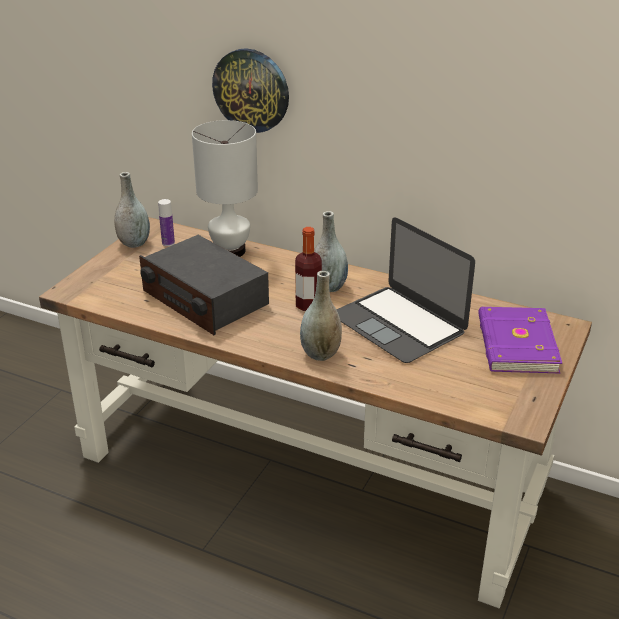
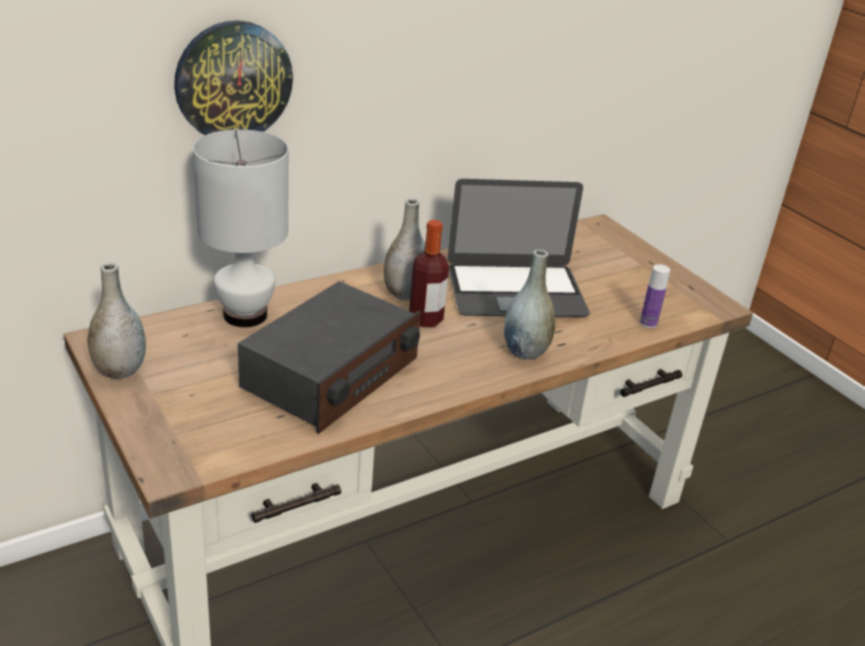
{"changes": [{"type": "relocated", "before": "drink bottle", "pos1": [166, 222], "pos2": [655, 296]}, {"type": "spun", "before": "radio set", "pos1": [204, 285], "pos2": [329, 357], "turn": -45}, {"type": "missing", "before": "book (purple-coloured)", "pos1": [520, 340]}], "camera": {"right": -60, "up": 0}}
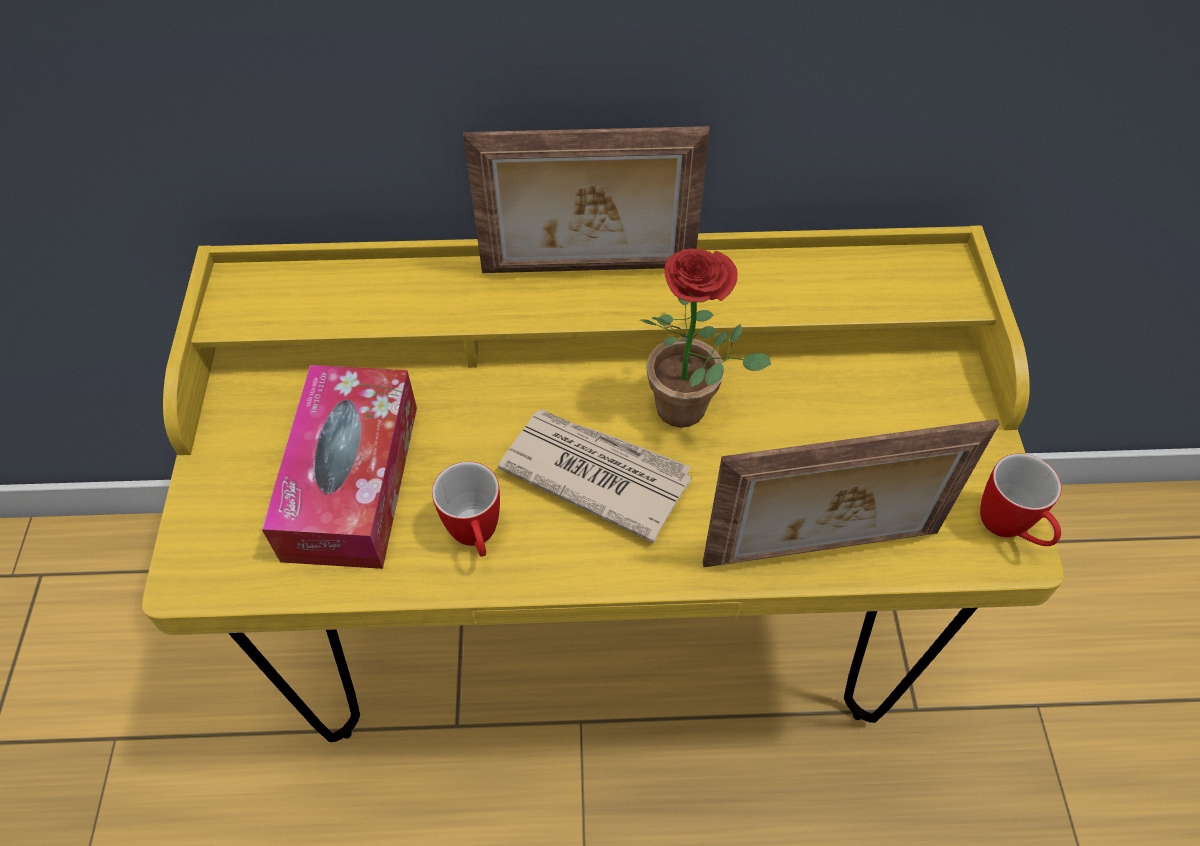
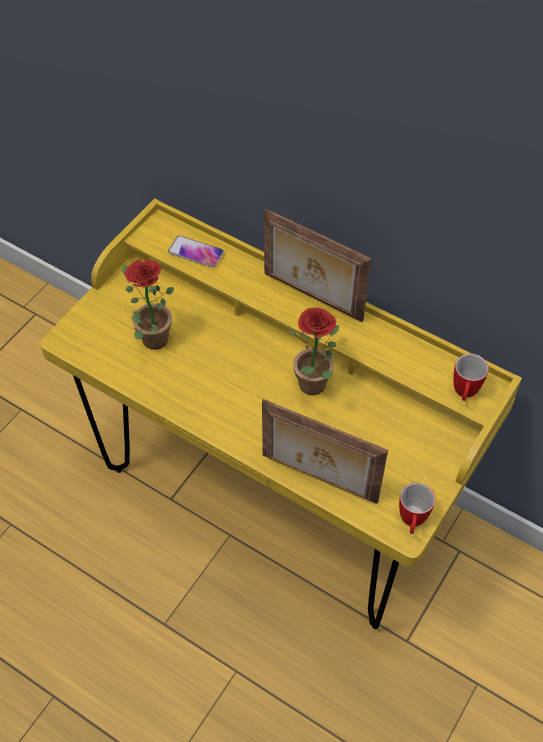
{"changes": [{"type": "exchanged", "before": "box of tissues", "after": "houseplant", "pos1": [339, 467], "pos2": [148, 304]}, {"type": "missing", "before": "printed paper", "pos1": [595, 476]}, {"type": "relocated", "before": "mug", "pos1": [466, 509], "pos2": [471, 377]}, {"type": "appeared", "after": "phone", "pos2": [196, 252]}], "camera": {"right": 35, "up": 0}}
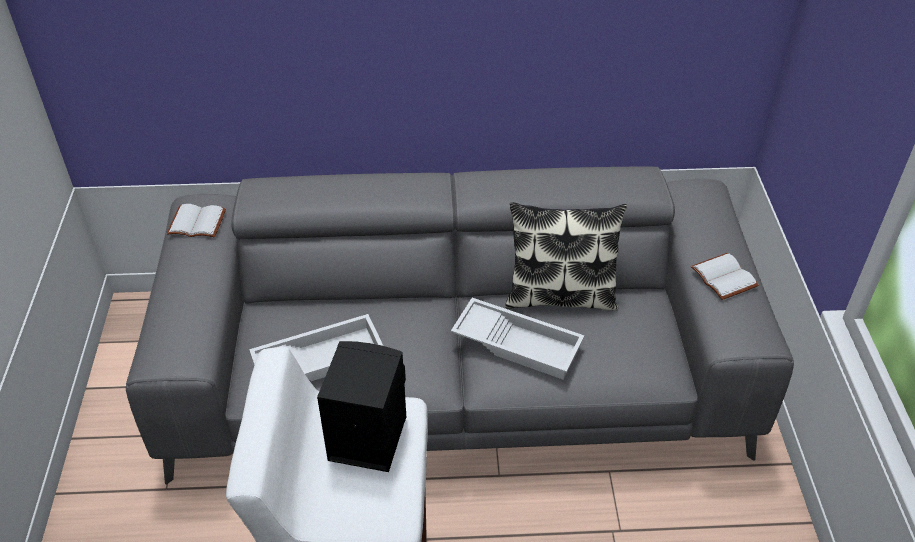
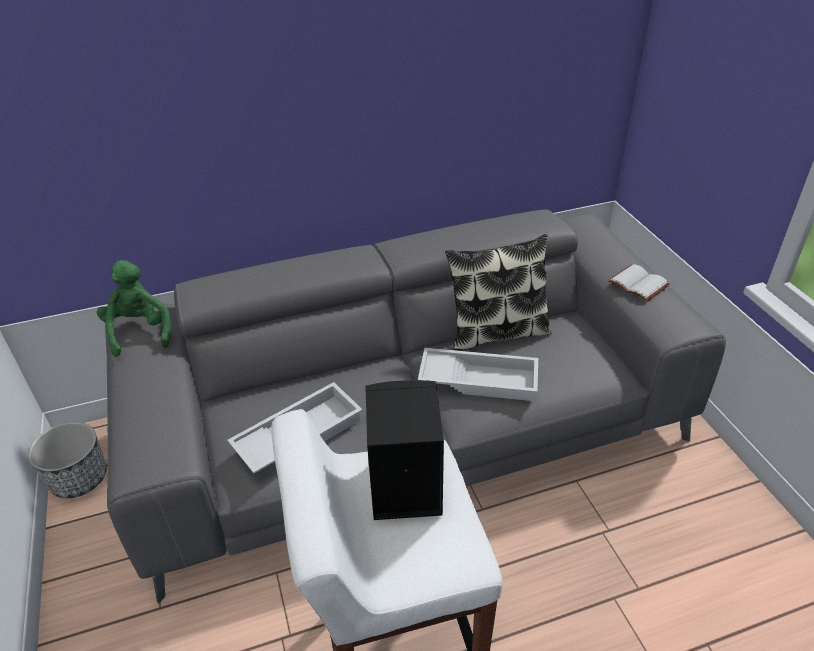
{"changes": [{"type": "exchanged", "before": "book (white)", "after": "plush toy (greenish)", "pos1": [196, 221], "pos2": [134, 308]}, {"type": "appeared", "after": "flower pot", "pos2": [67, 460]}], "camera": {"right": -15, "up": -5}}
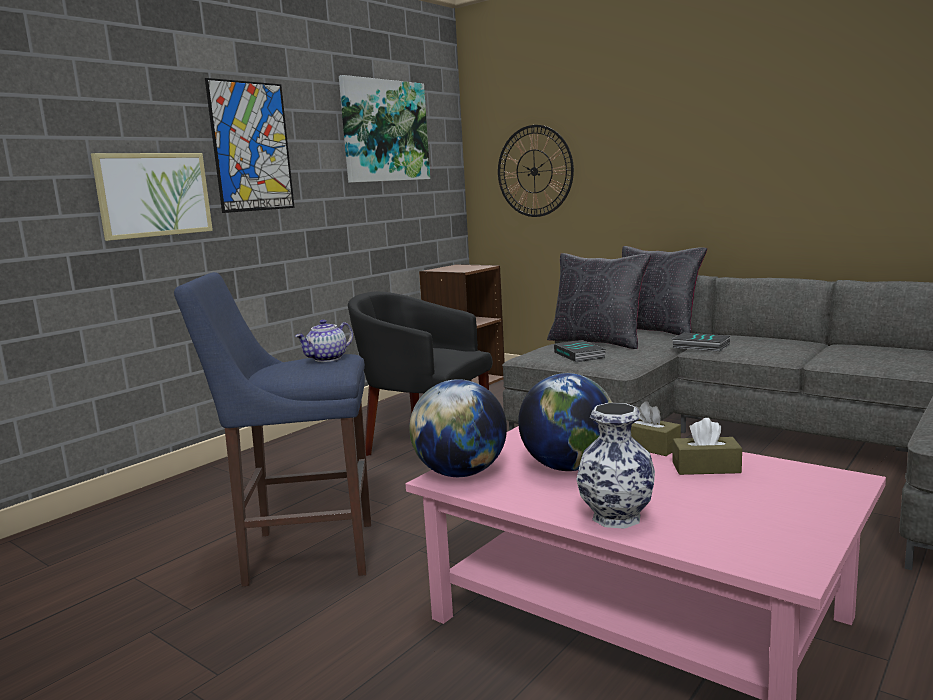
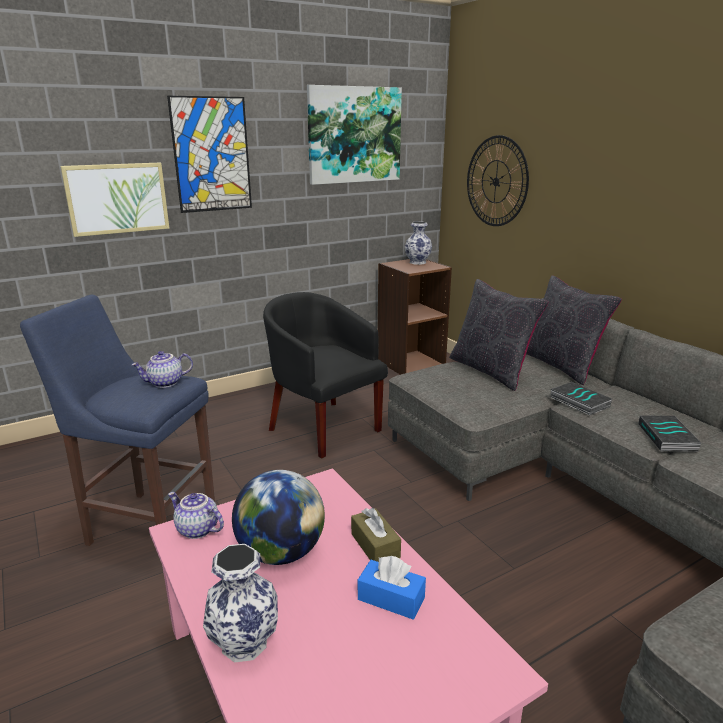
{"changes": [{"type": "relocated", "before": "book", "pos1": [579, 351], "pos2": [669, 433]}, {"type": "exchanged", "before": "world globe", "after": "tea pot", "pos1": [458, 428], "pos2": [196, 515]}, {"type": "colour", "before": "box of tissues (brown-coloured)", "after": "box of tissues (blue)", "pos1": [707, 446], "pos2": [392, 588]}, {"type": "appeared", "after": "vase", "pos2": [418, 243]}], "camera": {"right": 20, "up": 10}}
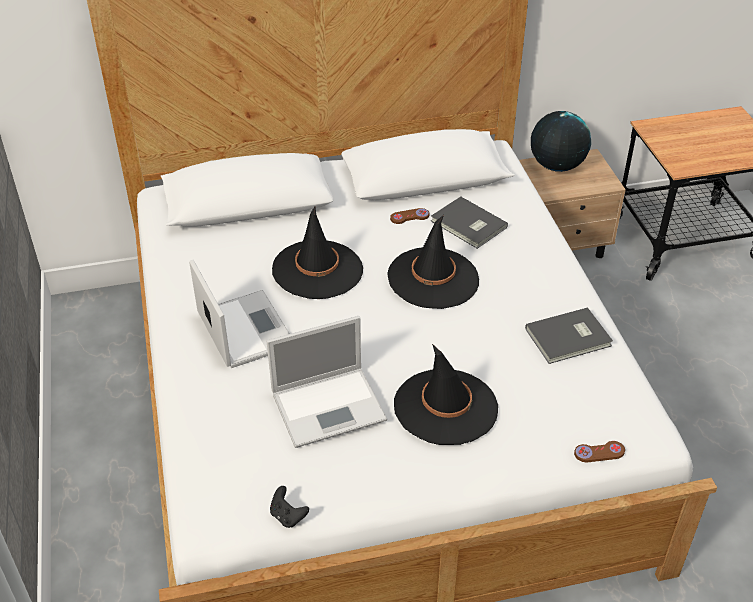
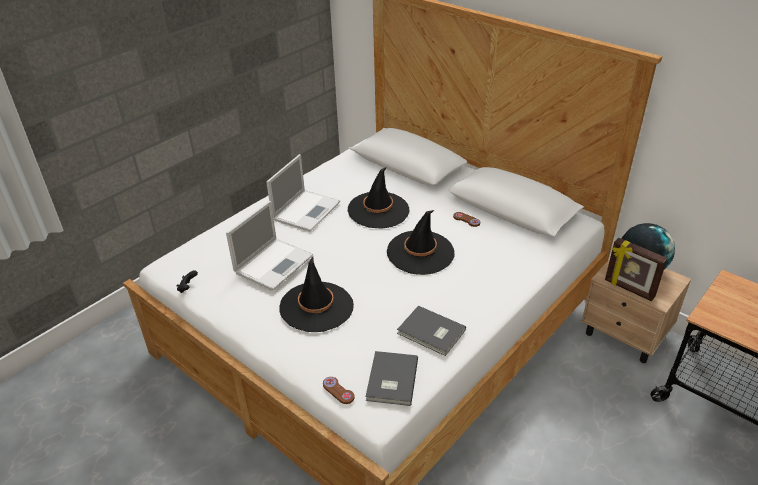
{"changes": [{"type": "relocated", "before": "book (grey)", "pos1": [469, 222], "pos2": [391, 378]}, {"type": "spun", "before": "portable computer", "pos1": [327, 382], "pos2": [269, 246], "turn": -90}, {"type": "appeared", "after": "standing frame", "pos2": [636, 269]}], "camera": {"right": 55, "up": -5}}
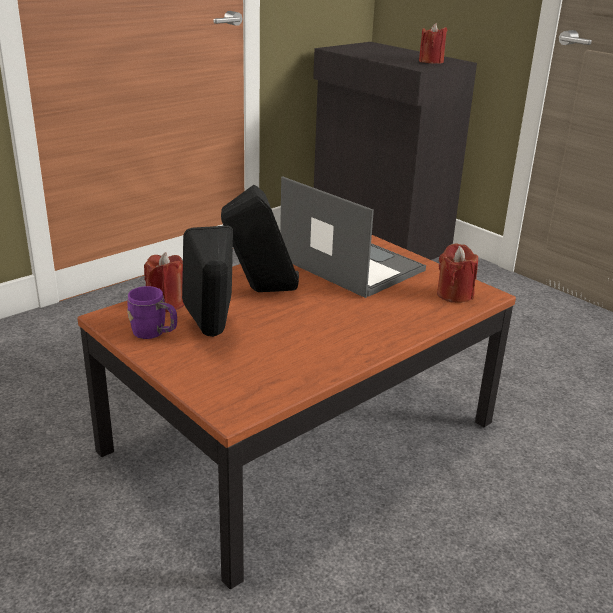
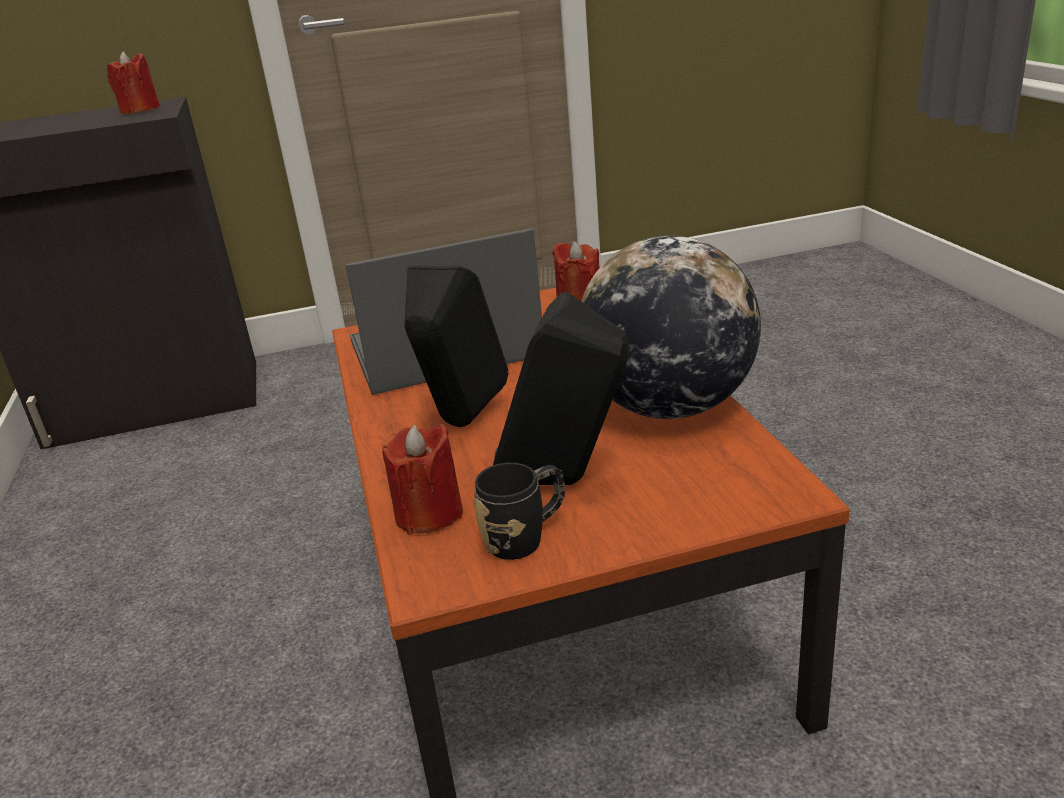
{"changes": [{"type": "colour", "before": "mug (purple-coloured)", "after": "mug (black-coloured)", "pos1": [152, 312], "pos2": [519, 511]}, {"type": "appeared", "after": "world globe", "pos2": [671, 327]}], "camera": {"right": -60, "up": 0}}
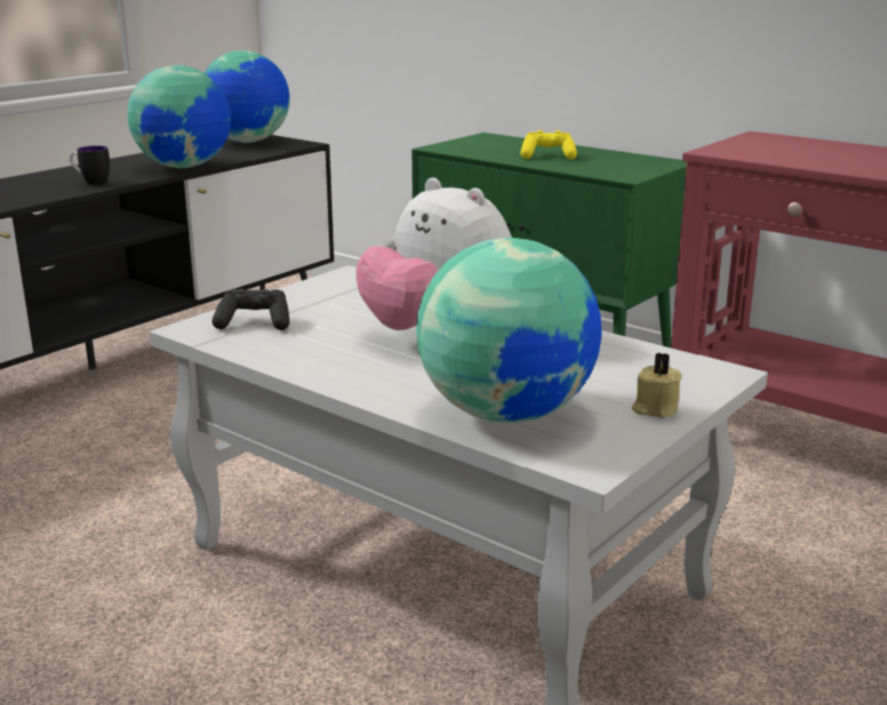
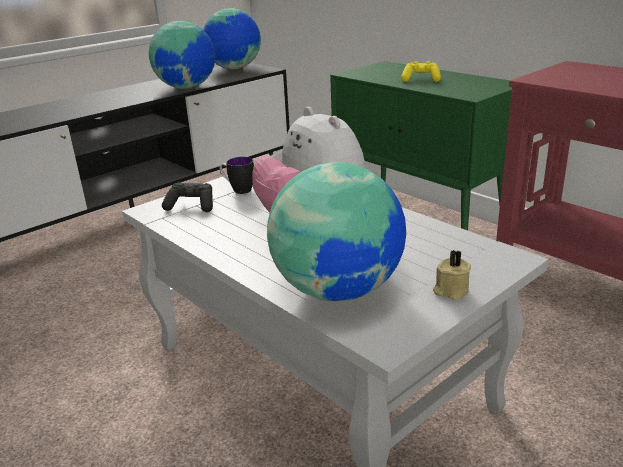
{"changes": [{"type": "relocated", "before": "mug", "pos1": [90, 165], "pos2": [236, 175]}], "camera": {"right": 10, "up": 5}}
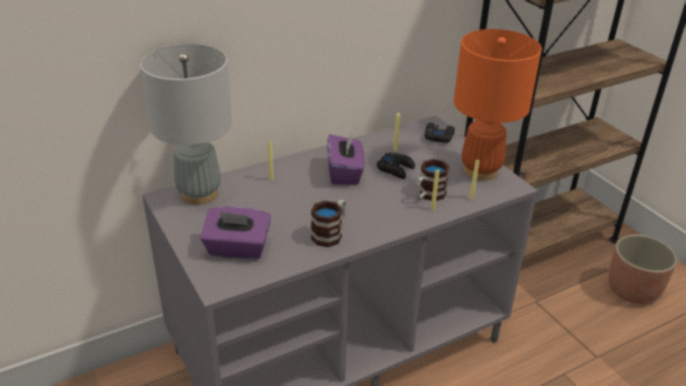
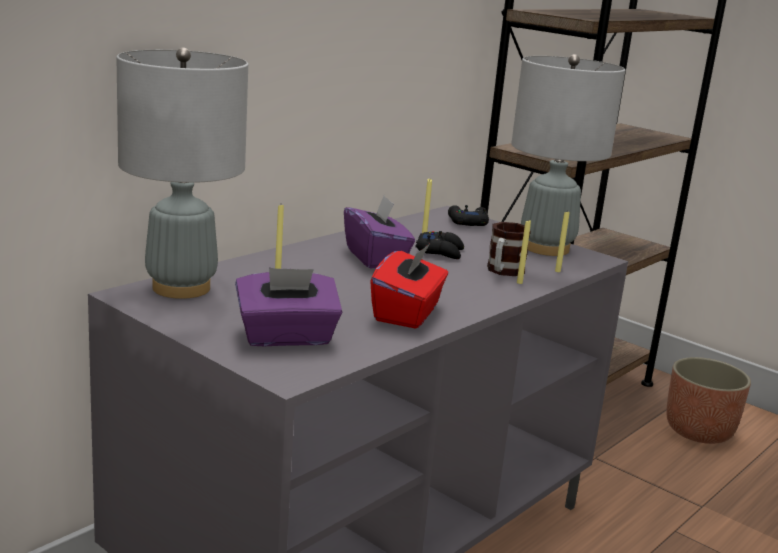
{"changes": [{"type": "colour", "before": "lamp for a table (orangey)", "after": "lamp for a table (grey)", "pos1": [498, 104], "pos2": [568, 155]}, {"type": "exchanged", "before": "mug", "after": "box of tissues (reddish)", "pos1": [328, 223], "pos2": [409, 286]}], "camera": {"right": -20, "up": -15}}
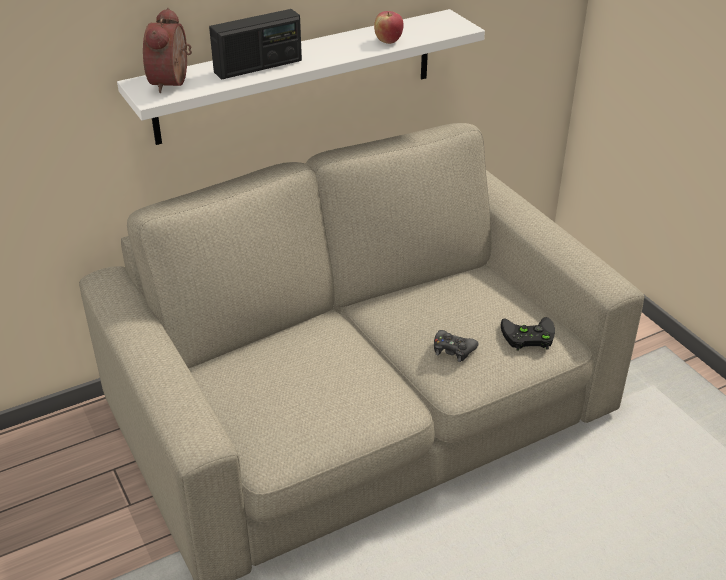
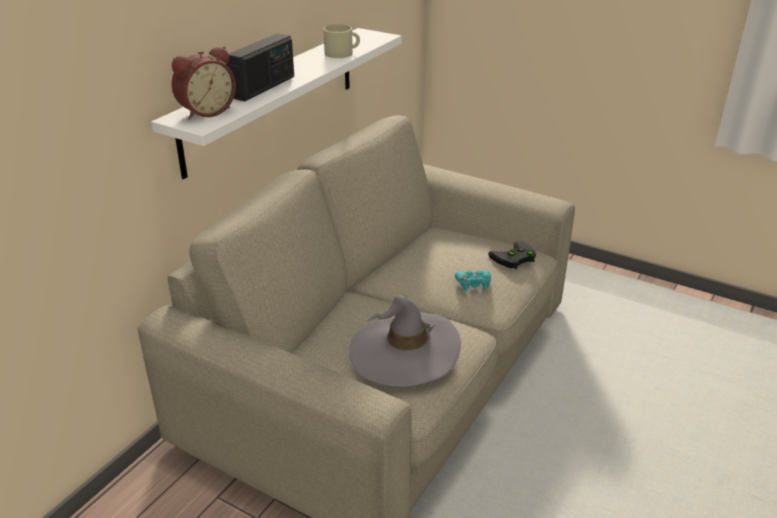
{"changes": [{"type": "spun", "before": "table clock", "pos1": [167, 50], "pos2": [204, 83], "turn": -105}, {"type": "exchanged", "before": "apple fruit", "after": "mug (beige-coloured)", "pos1": [389, 27], "pos2": [341, 41]}, {"type": "colour", "before": "joypad (black-coloured)", "after": "joypad (turquoise)", "pos1": [456, 346], "pos2": [473, 280]}, {"type": "appeared", "after": "hat (grey)", "pos2": [405, 340]}], "camera": {"right": -30, "up": -5}}
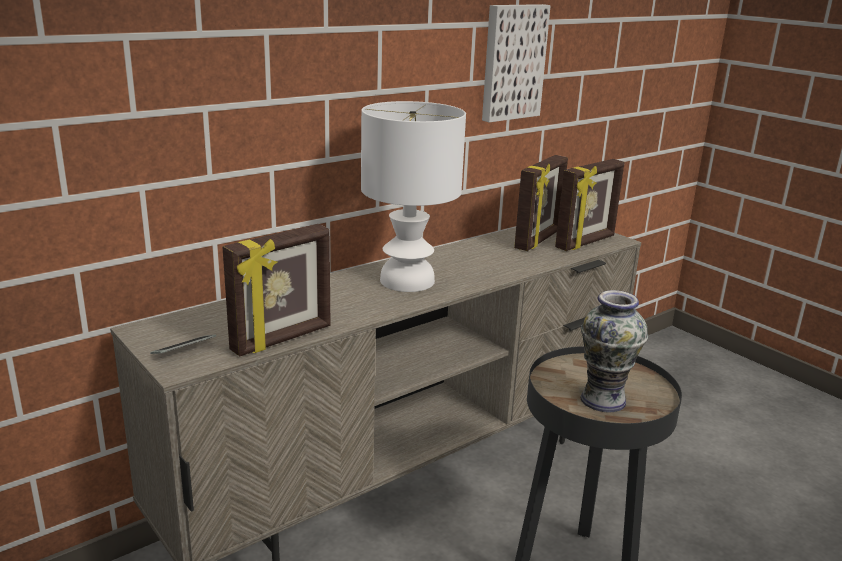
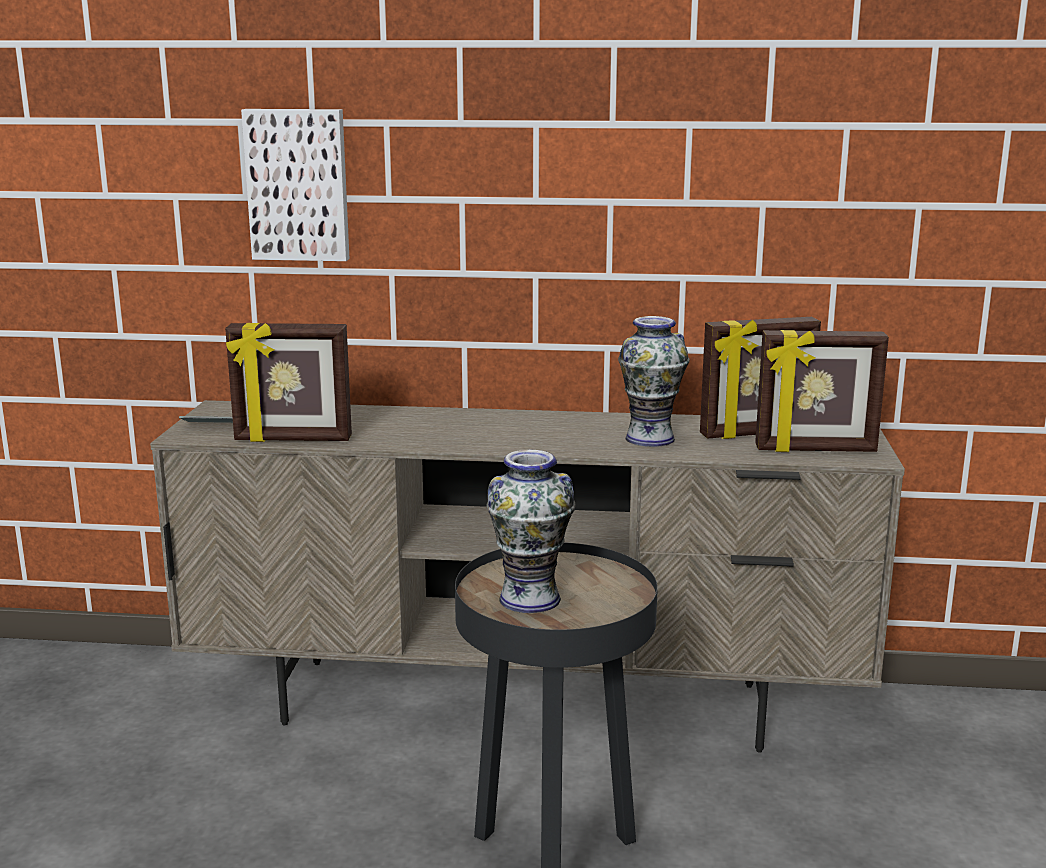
{"changes": [{"type": "relocated", "before": "wall art", "pos1": [516, 63], "pos2": [295, 185]}, {"type": "missing", "before": "lamp for a table (white)", "pos1": [413, 196]}, {"type": "appeared", "after": "vase", "pos2": [654, 381]}], "camera": {"right": 45, "up": -5}}
